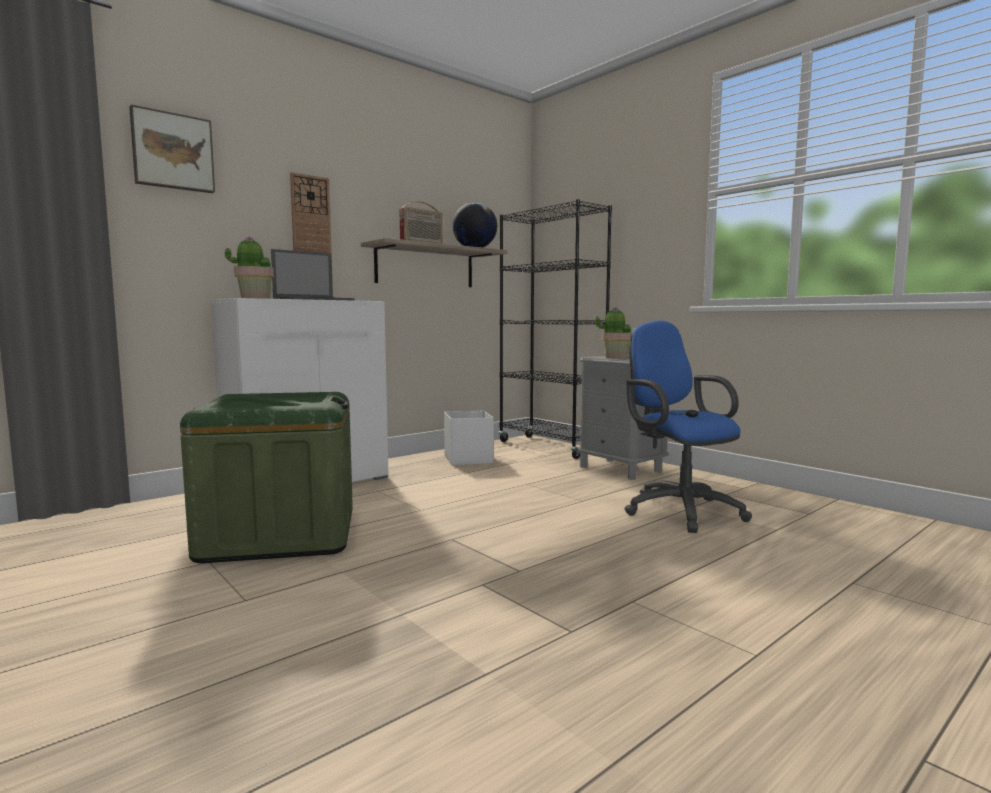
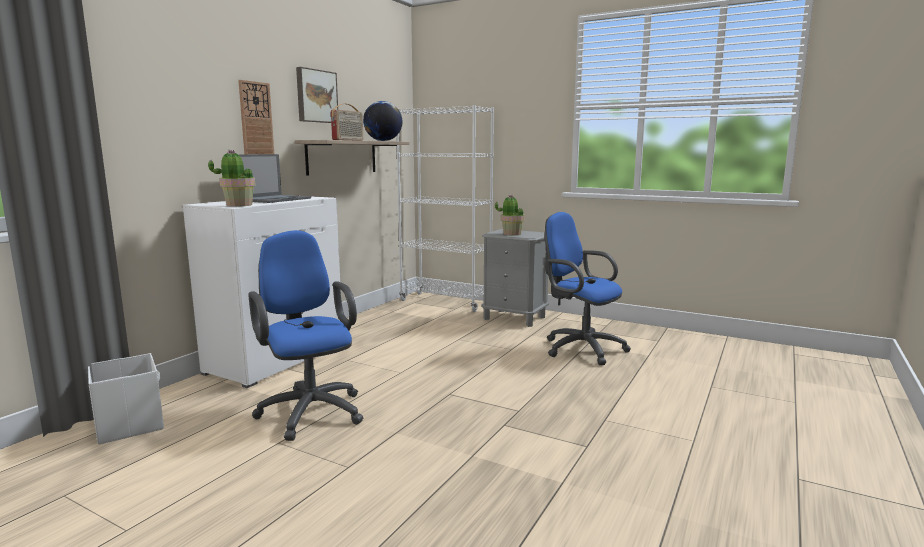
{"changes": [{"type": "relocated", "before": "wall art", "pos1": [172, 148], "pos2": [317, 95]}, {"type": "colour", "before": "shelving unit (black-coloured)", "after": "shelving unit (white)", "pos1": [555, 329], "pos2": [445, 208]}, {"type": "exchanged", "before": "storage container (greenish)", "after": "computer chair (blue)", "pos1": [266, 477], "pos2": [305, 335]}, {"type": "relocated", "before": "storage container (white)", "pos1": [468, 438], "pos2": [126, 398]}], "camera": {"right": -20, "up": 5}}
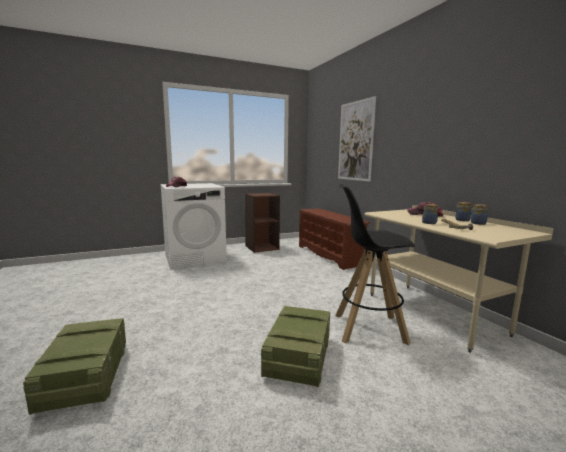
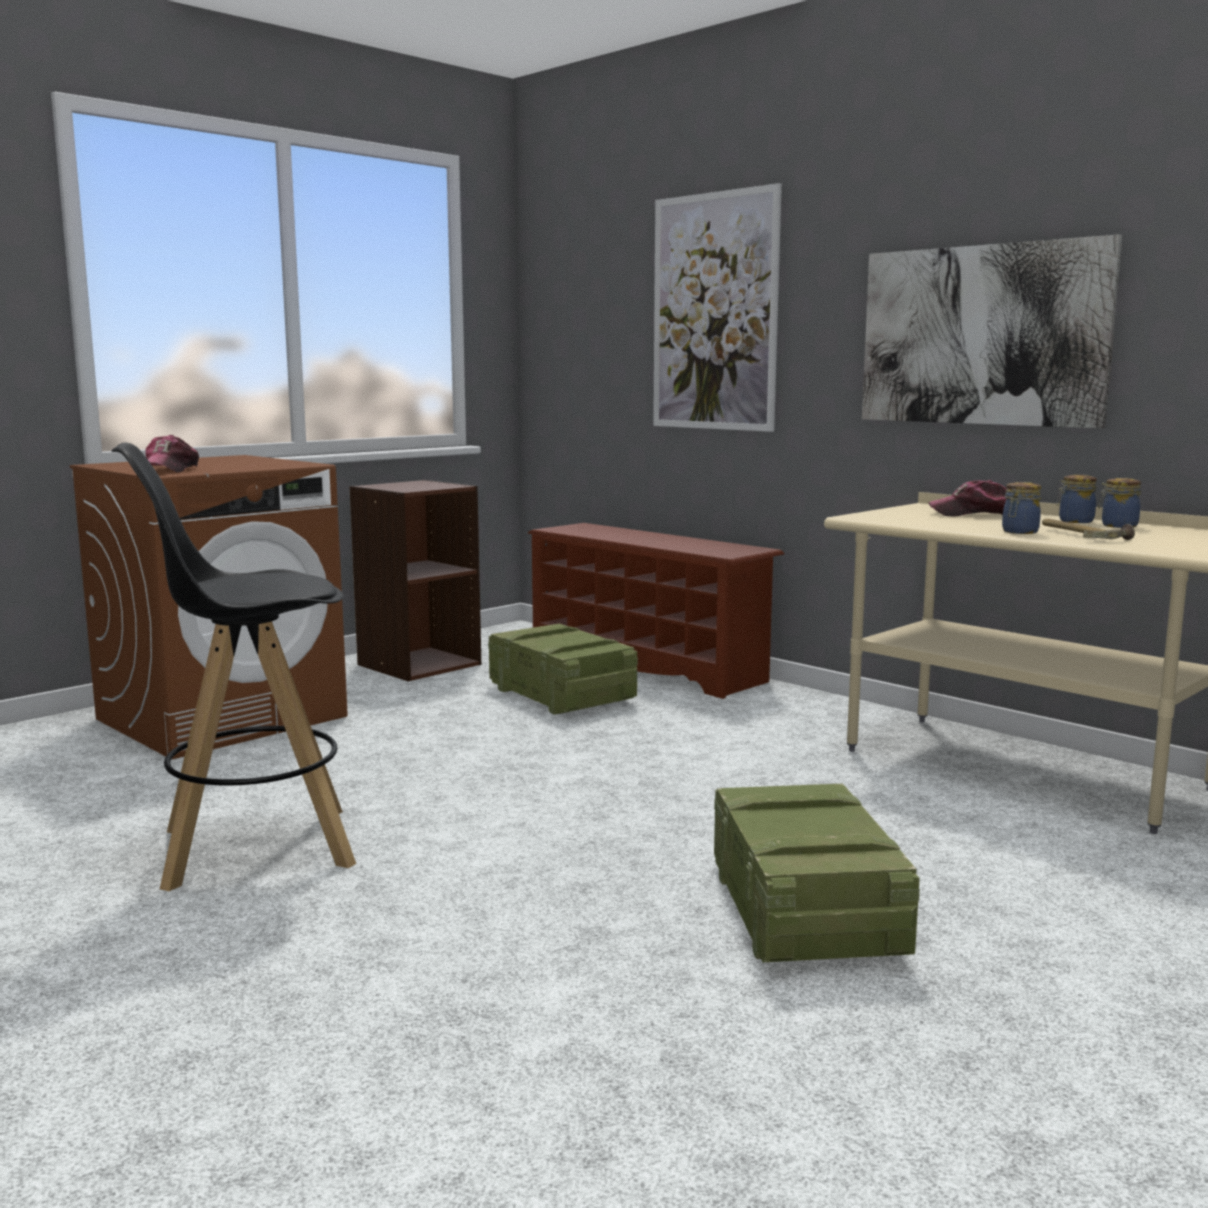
{"changes": [{"type": "colour", "before": "laundry appliance (white)", "after": "laundry appliance (brown-coloured)", "pos1": [193, 226], "pos2": [209, 607]}, {"type": "relocated", "before": "stool seat (black-coloured)", "pos1": [375, 264], "pos2": [233, 667]}, {"type": "relocated", "before": "crate", "pos1": [74, 366], "pos2": [563, 669]}, {"type": "appeared", "after": "wall art", "pos2": [992, 331]}], "camera": {"right": -20, "up": 0}}
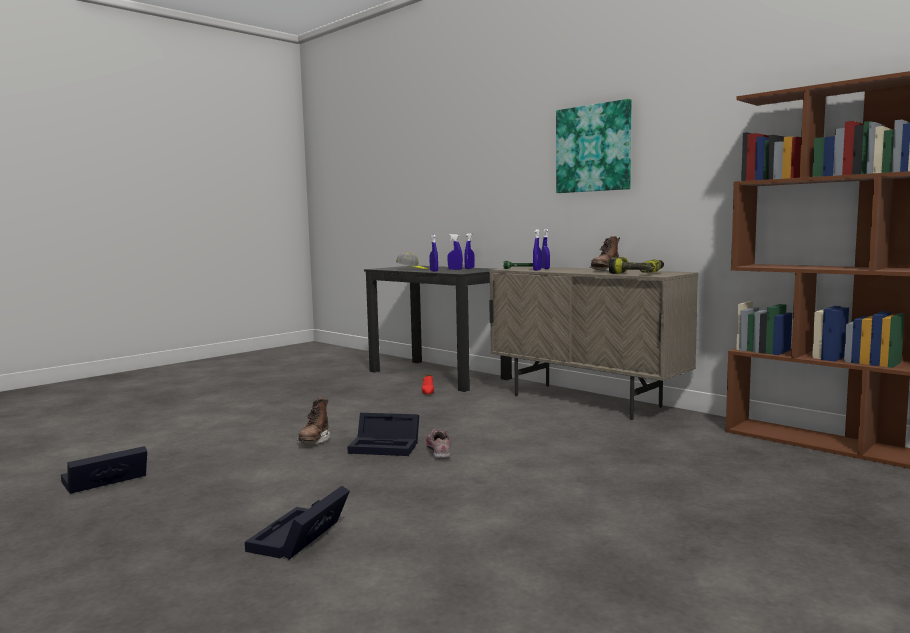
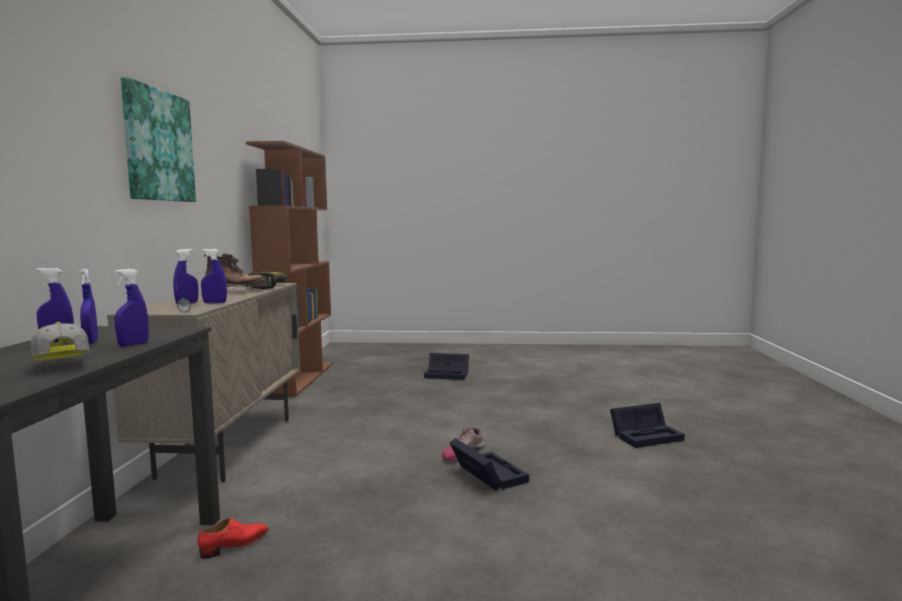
{"changes": [{"type": "missing", "before": "boot (brown-coloured)", "pos1": [313, 420]}, {"type": "relocated", "before": "storage container (black-coloured)", "pos1": [104, 470], "pos2": [446, 366]}], "camera": {"right": -130, "up": 0}}
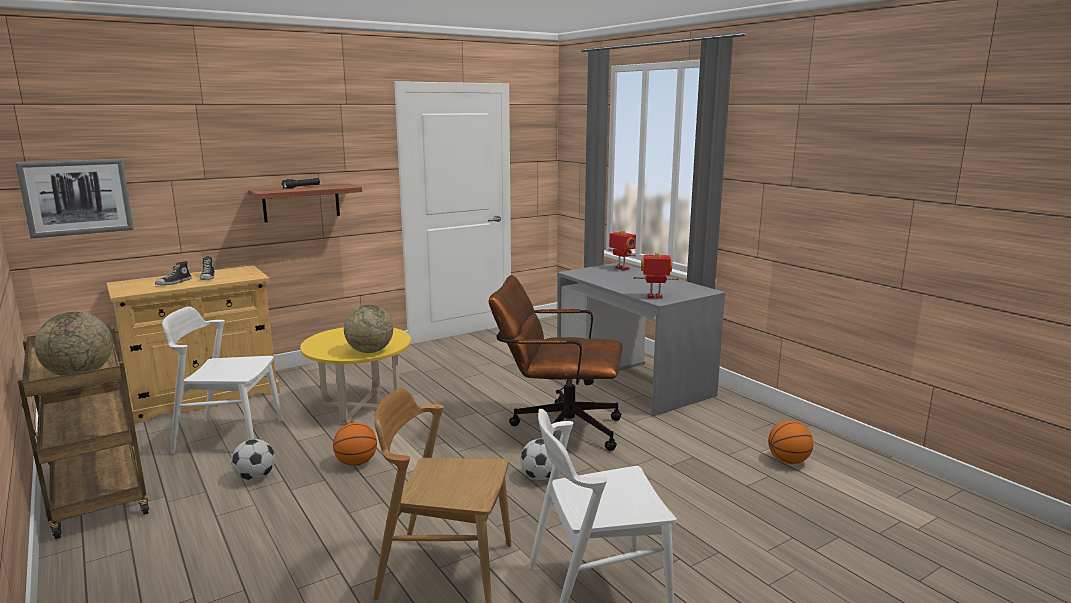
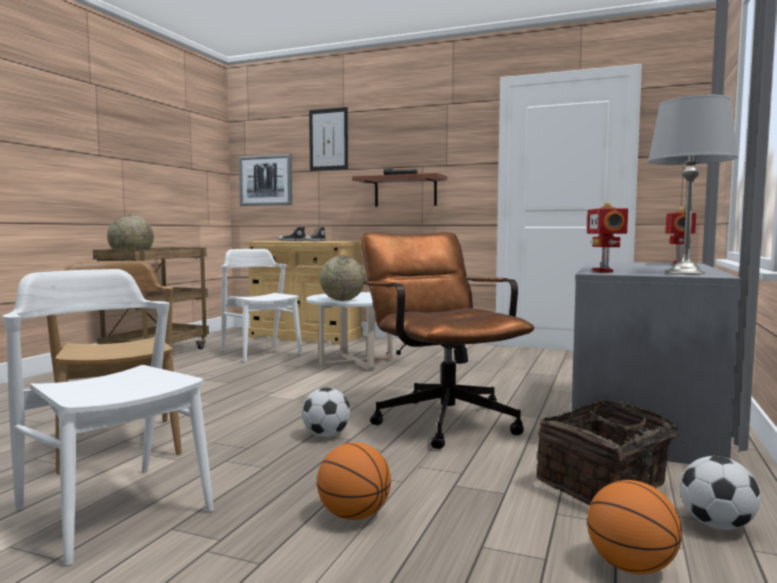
{"changes": [{"type": "spun", "before": "robot figure", "pos1": [656, 275], "pos2": [607, 237], "turn": -150}, {"type": "colour", "before": "coffee table (yellow)", "after": "coffee table (white)", "pos1": [355, 375], "pos2": [349, 331]}, {"type": "relocated", "before": "basketball ball", "pos1": [355, 444], "pos2": [354, 481]}, {"type": "relocated", "before": "football", "pos1": [253, 460], "pos2": [720, 493]}, {"type": "appeared", "after": "lamp for a table (grey)", "pos2": [693, 184]}, {"type": "appeared", "after": "wall art", "pos2": [328, 139]}, {"type": "appeared", "after": "household basket", "pos2": [616, 452]}], "camera": {"right": 55, "up": -10}}
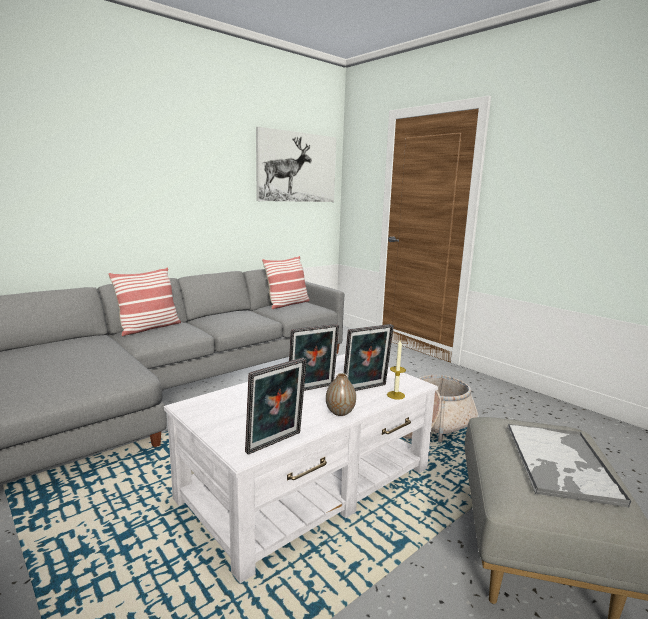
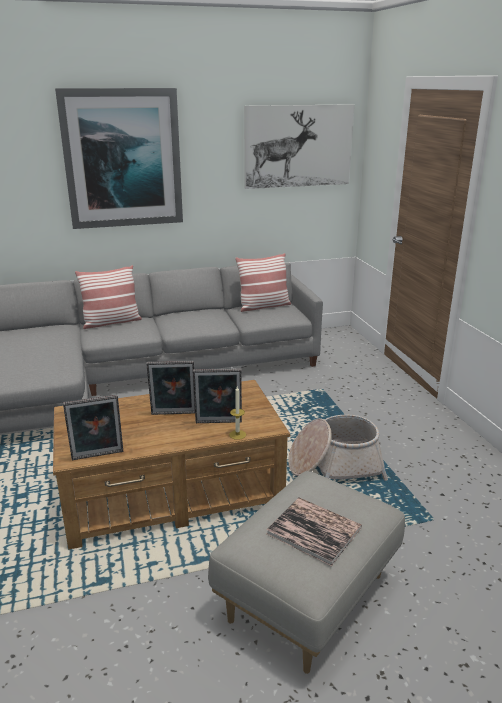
{"changes": [{"type": "colour", "before": "coffee table (white)", "after": "coffee table (brown-coloured)", "pos1": [301, 468], "pos2": [171, 465]}, {"type": "missing", "before": "vase", "pos1": [341, 394]}, {"type": "exchanged", "before": "carrying tray", "after": "book", "pos1": [569, 466], "pos2": [314, 532]}, {"type": "appeared", "after": "wall art", "pos2": [119, 158]}], "camera": {"right": 25, "up": 10}}
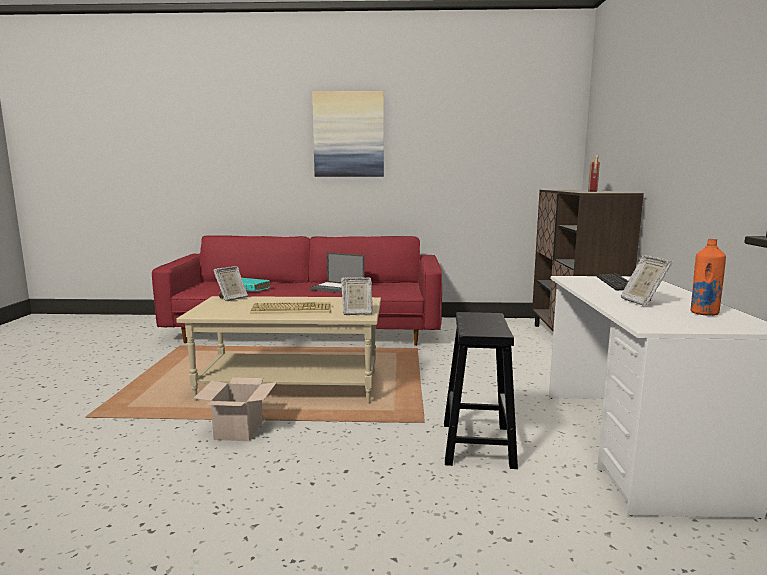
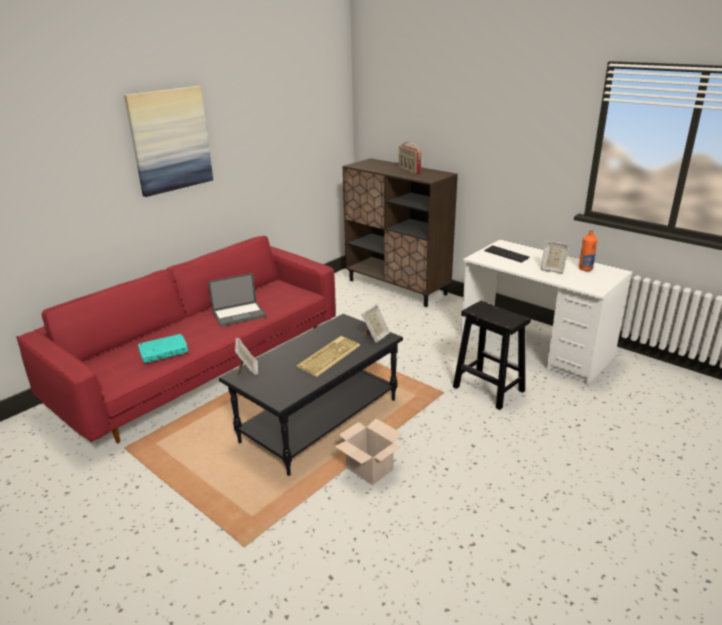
{"changes": [{"type": "colour", "before": "coffee table (beige-coloured)", "after": "coffee table (black-coloured)", "pos1": [278, 350], "pos2": [311, 395]}], "camera": {"right": -50, "up": 15}}
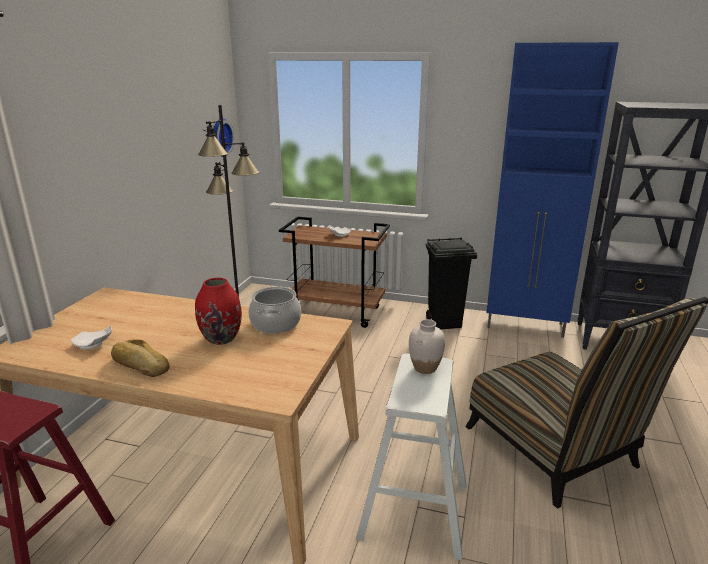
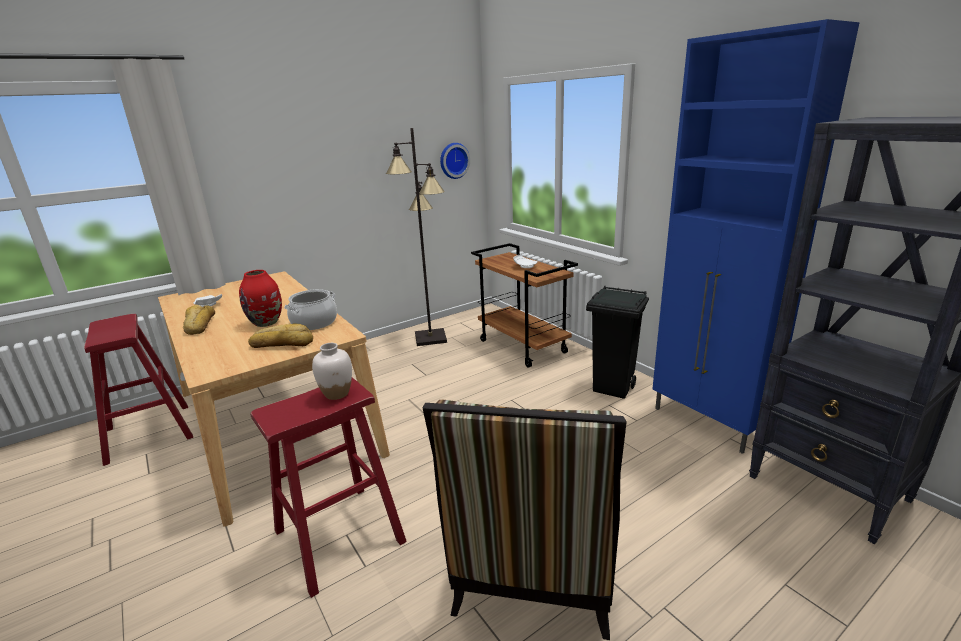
{"changes": [{"type": "colour", "before": "stool seat (white)", "after": "stool seat (reddish)", "pos1": [411, 457], "pos2": [328, 488]}, {"type": "appeared", "after": "bread", "pos2": [280, 335]}], "camera": {"right": 40, "up": 0}}
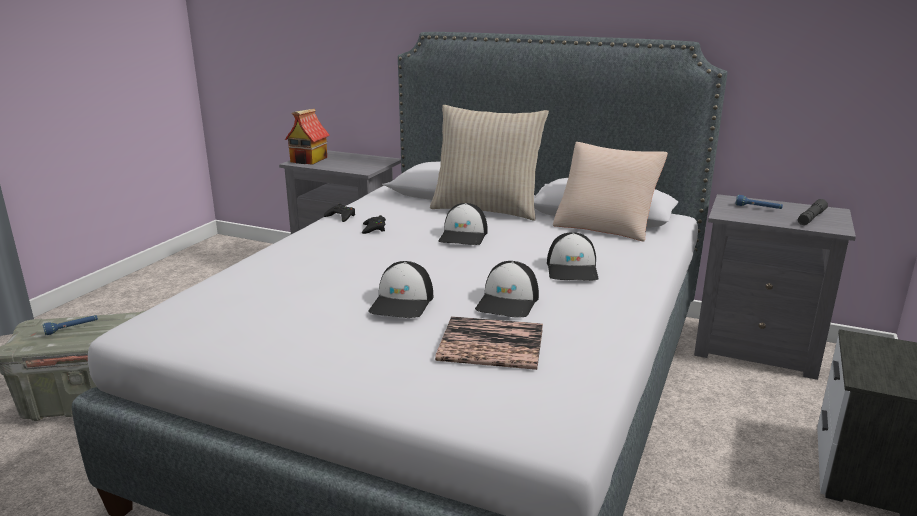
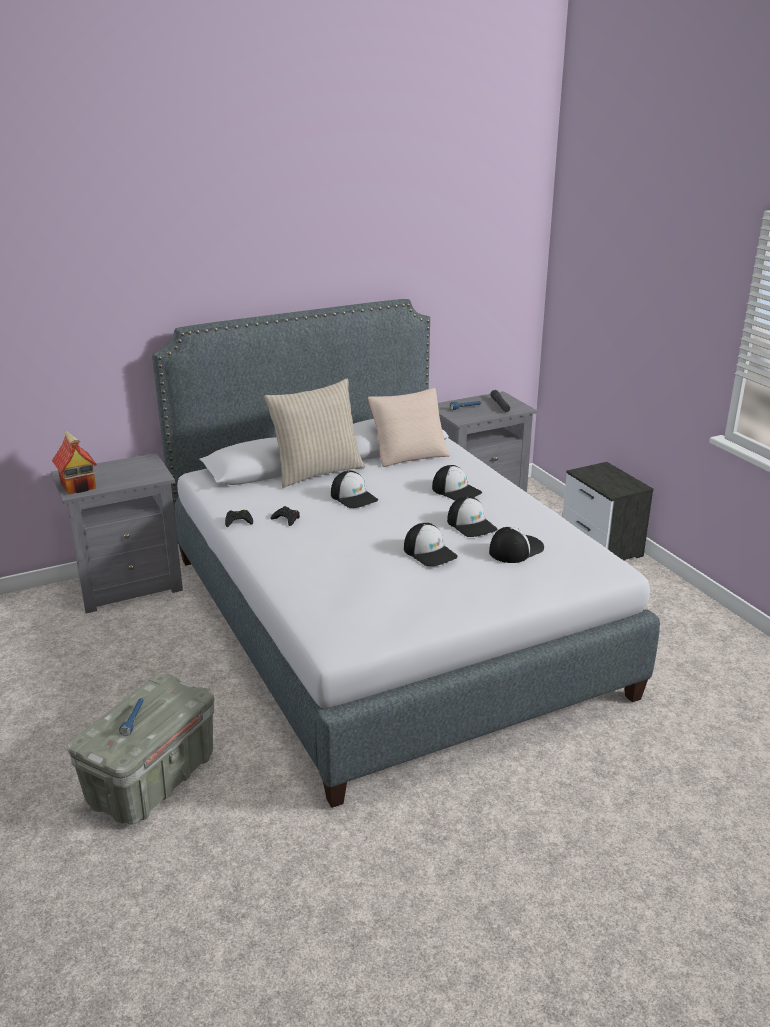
{"changes": [{"type": "exchanged", "before": "book", "after": "cap", "pos1": [489, 343], "pos2": [516, 545]}], "camera": {"right": -50, "up": 5}}
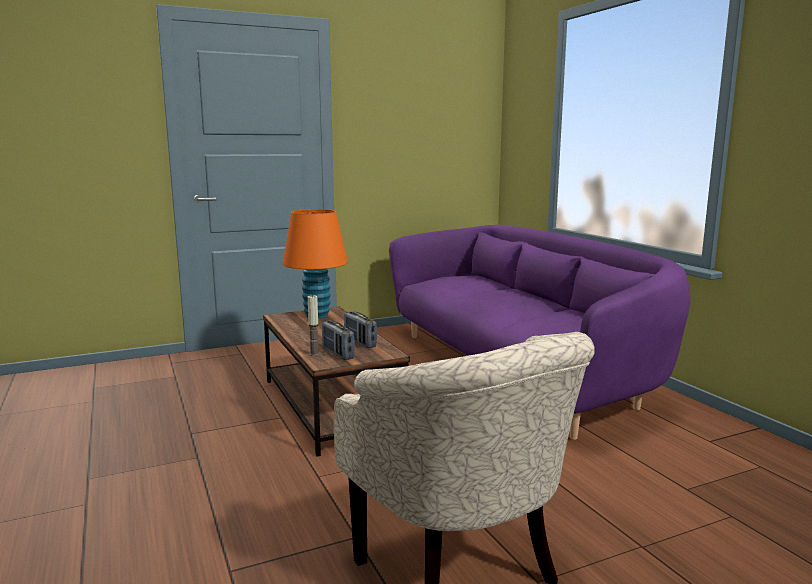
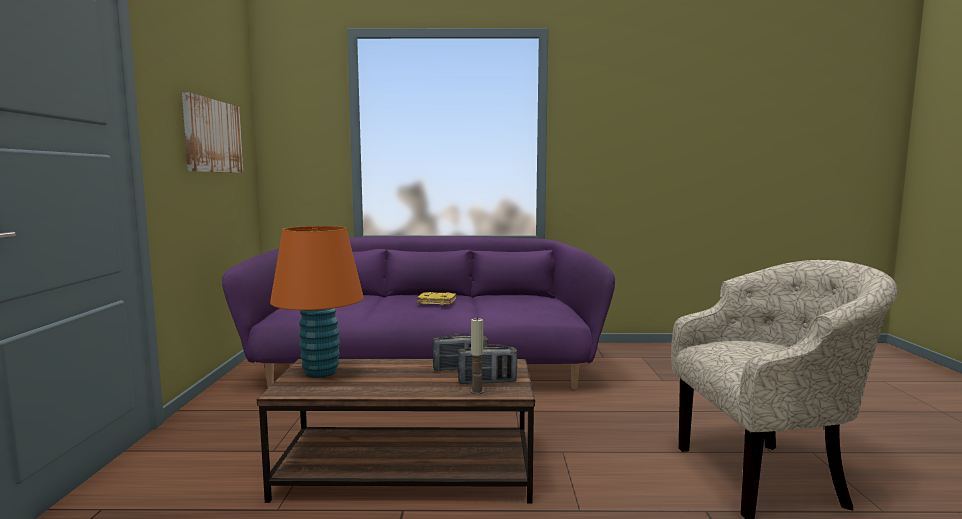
{"changes": [{"type": "appeared", "after": "wall art", "pos2": [212, 132]}, {"type": "appeared", "after": "book (yellow)", "pos2": [436, 298]}], "camera": {"right": -65, "up": -5}}
